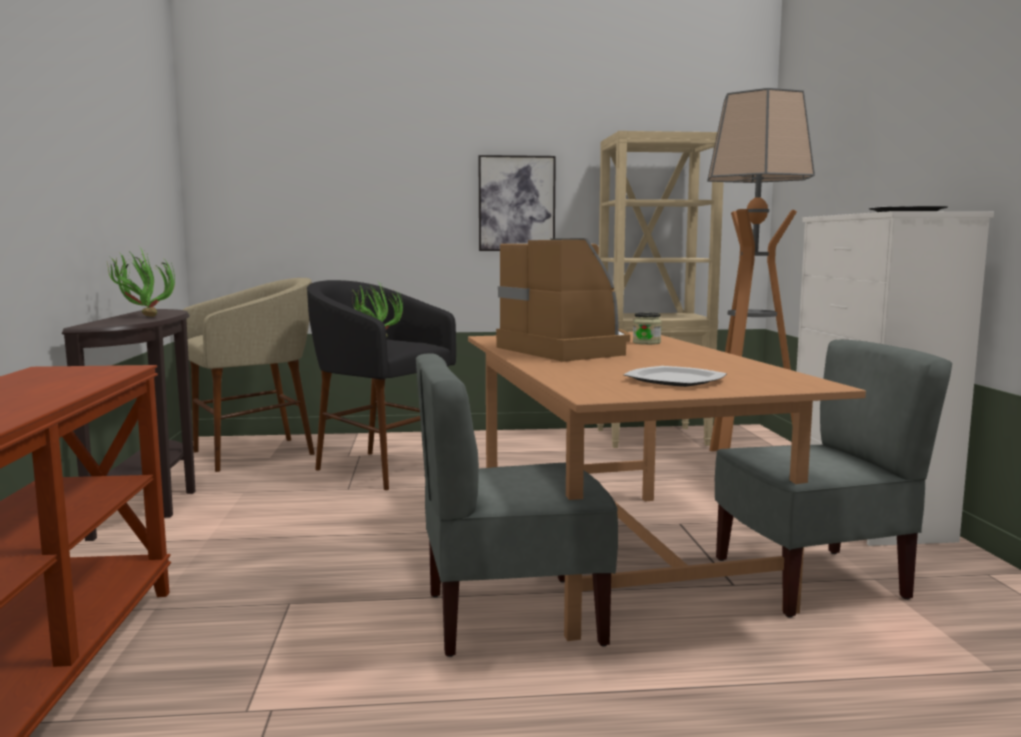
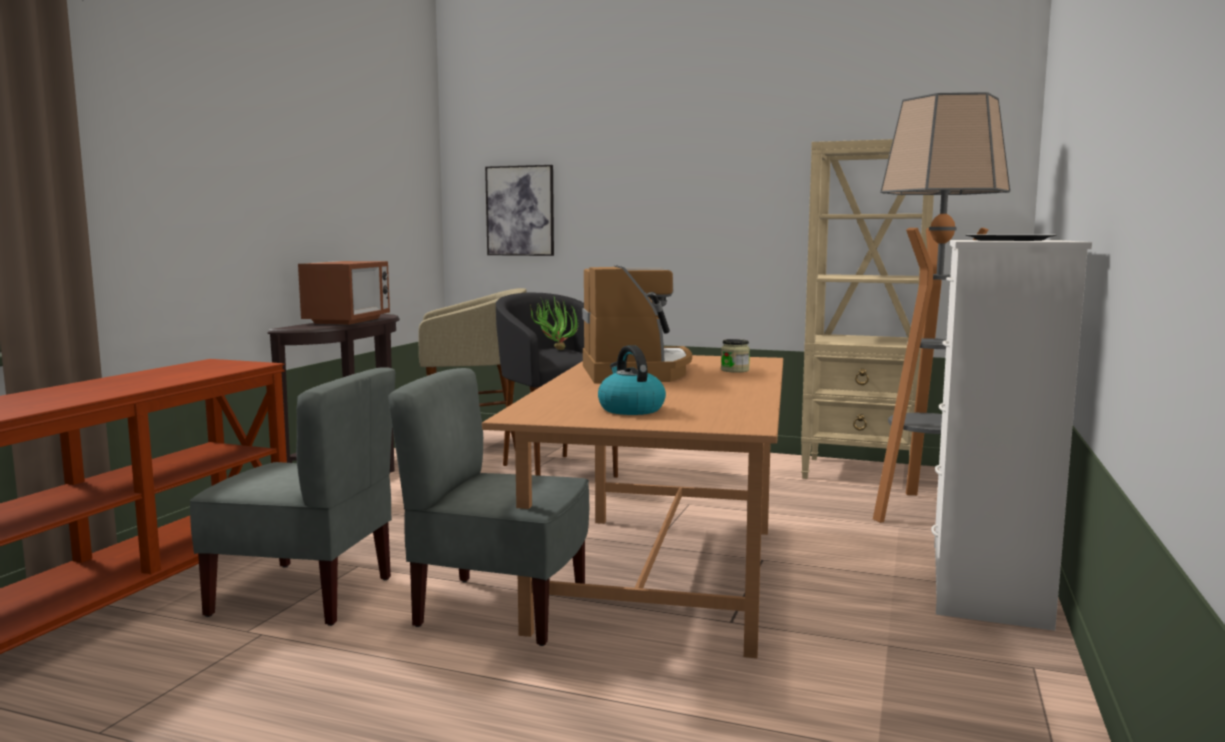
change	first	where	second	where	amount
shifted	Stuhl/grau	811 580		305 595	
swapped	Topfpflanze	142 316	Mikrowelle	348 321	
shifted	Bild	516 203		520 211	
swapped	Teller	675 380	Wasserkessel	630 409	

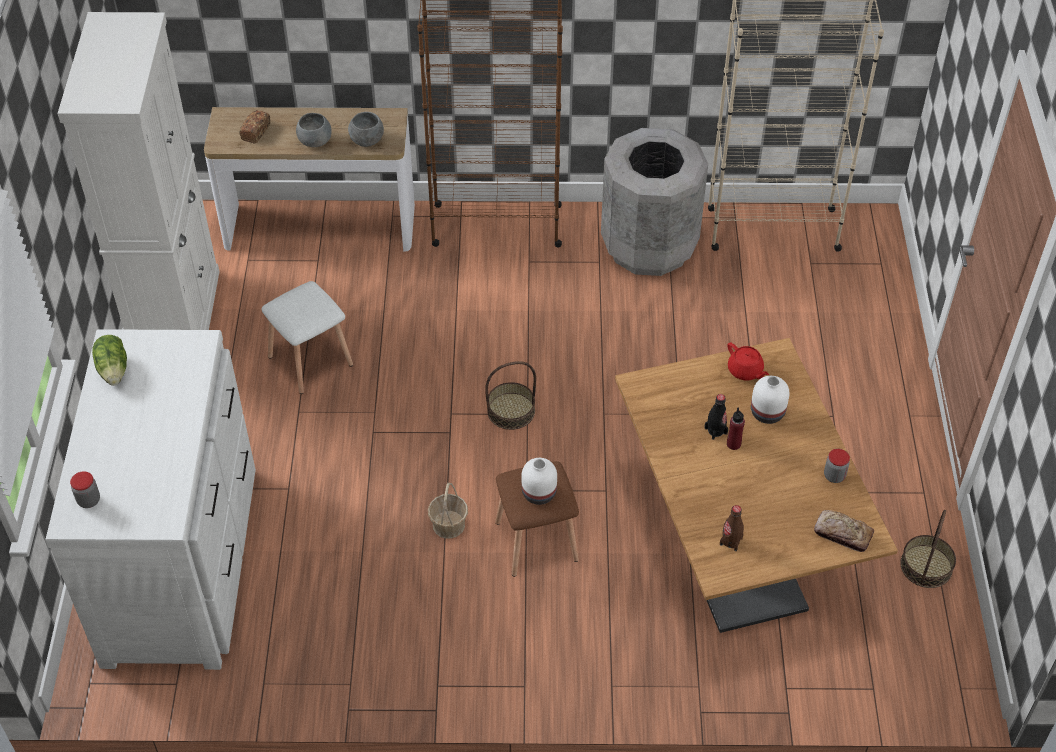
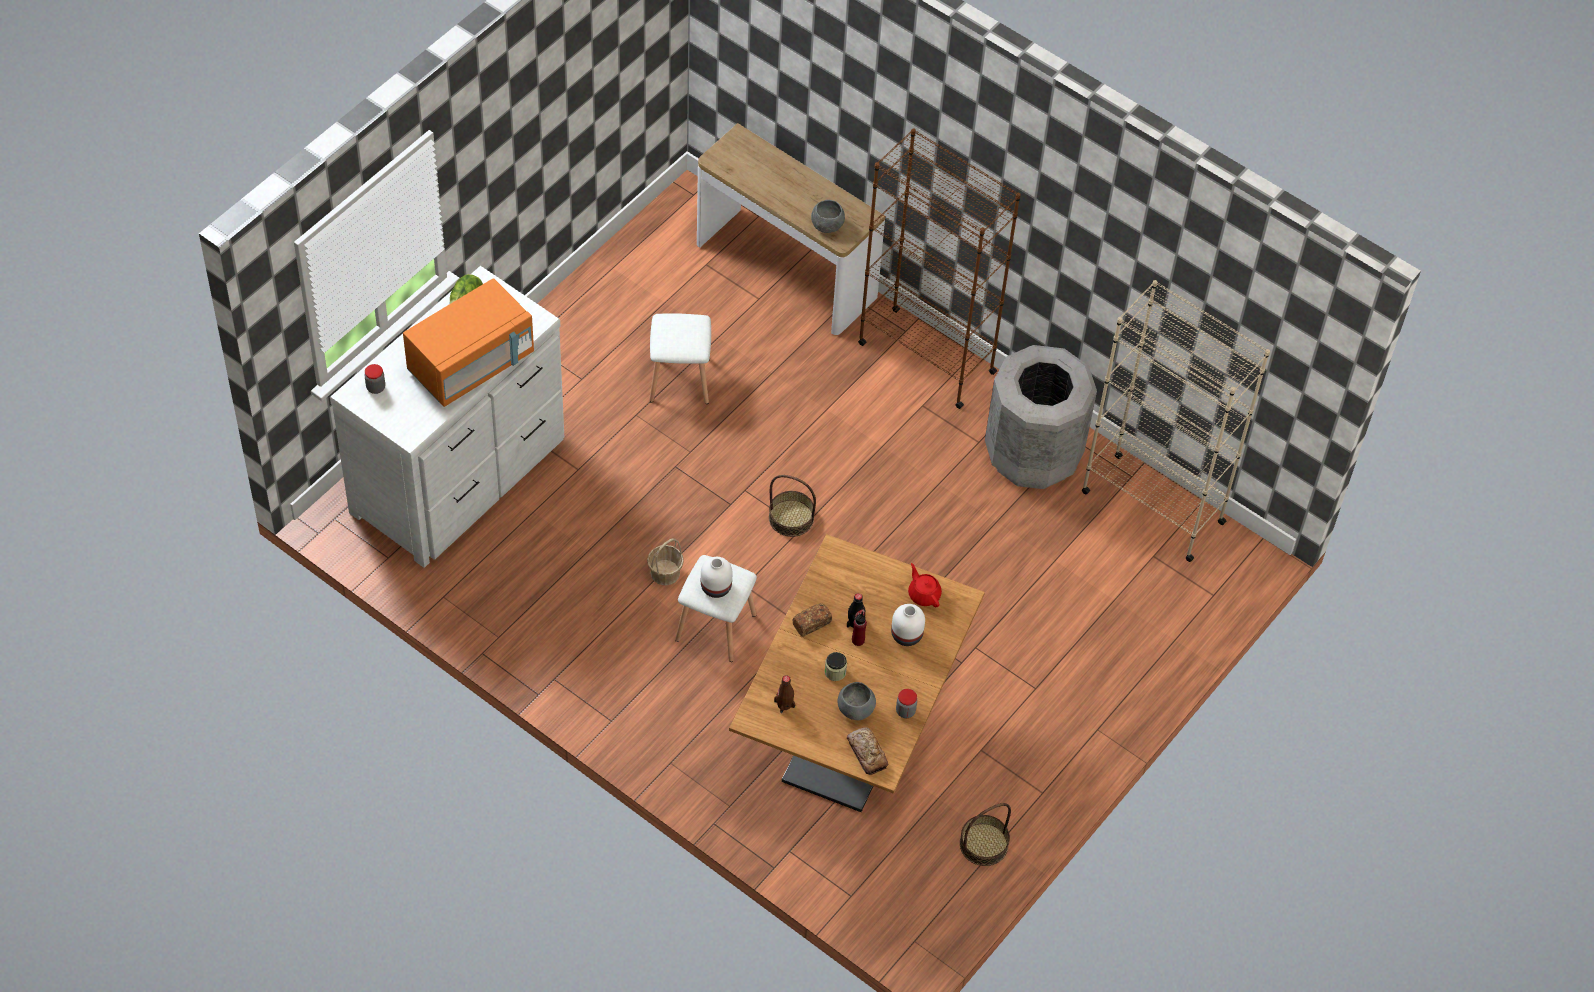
change	first	where	second	where	amount
new			Mikrowelle/orange	471 364	
repainted	Hocker/braun	535 540	Hocker/weiß	715 626	
shifted	Brot	256 132		811 623	
new			Vorratsglas	835 672	
shifted	Schüssel/grau	315 141		855 709	
rotated	Teekanne/rot	745 371		924 594	150 degrees clockwise
gone	Schrank/weiß	177 319			

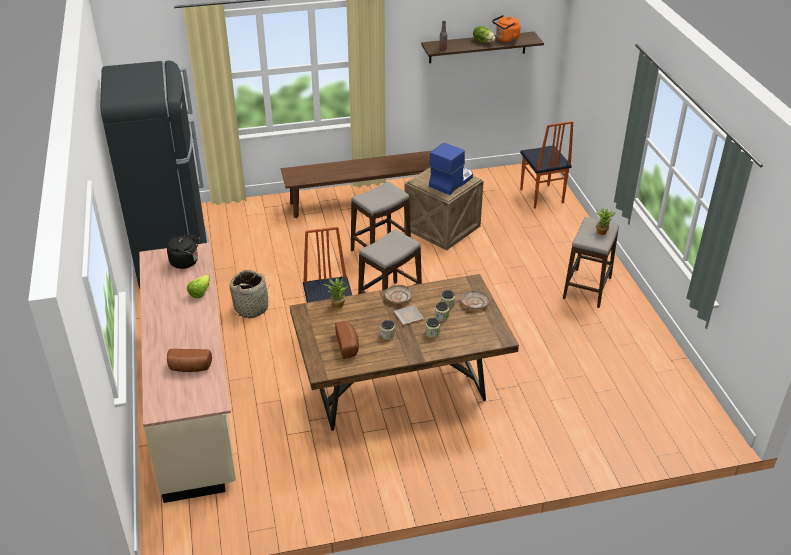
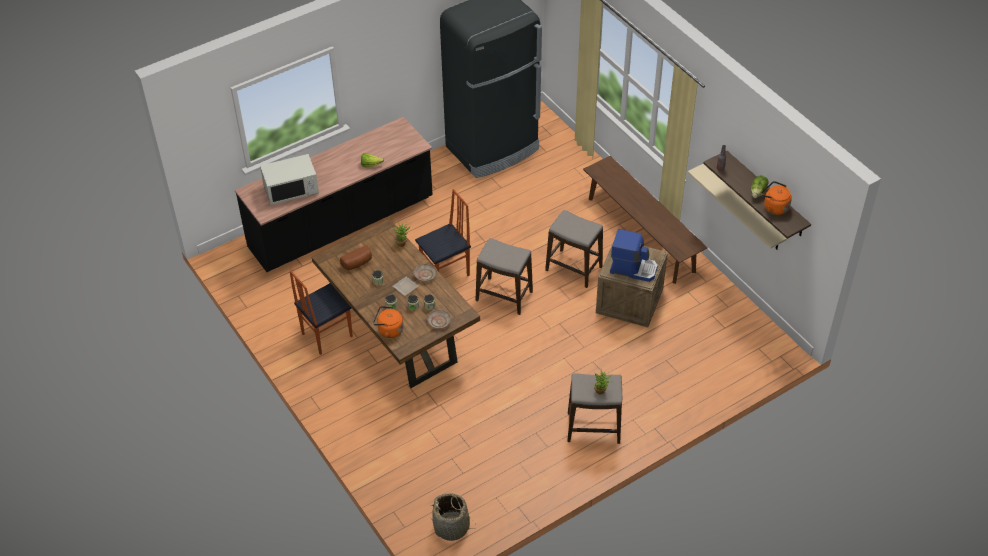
change	first	where	second	where	amount
repainted	Küchenzeile/beige	194 400	Küchenzeile/schwarz	342 224	
swapped	Brot	189 368	Mikrowelle/weiß	291 190	
shifted	Stuhl	541 196		326 335	
new			Wasserkessel/orange	389 330	
shifted	Korb	251 308		452 527	
new			Wandregal/beige	742 208	
gone	Wasserkessel/schwarz	186 262			

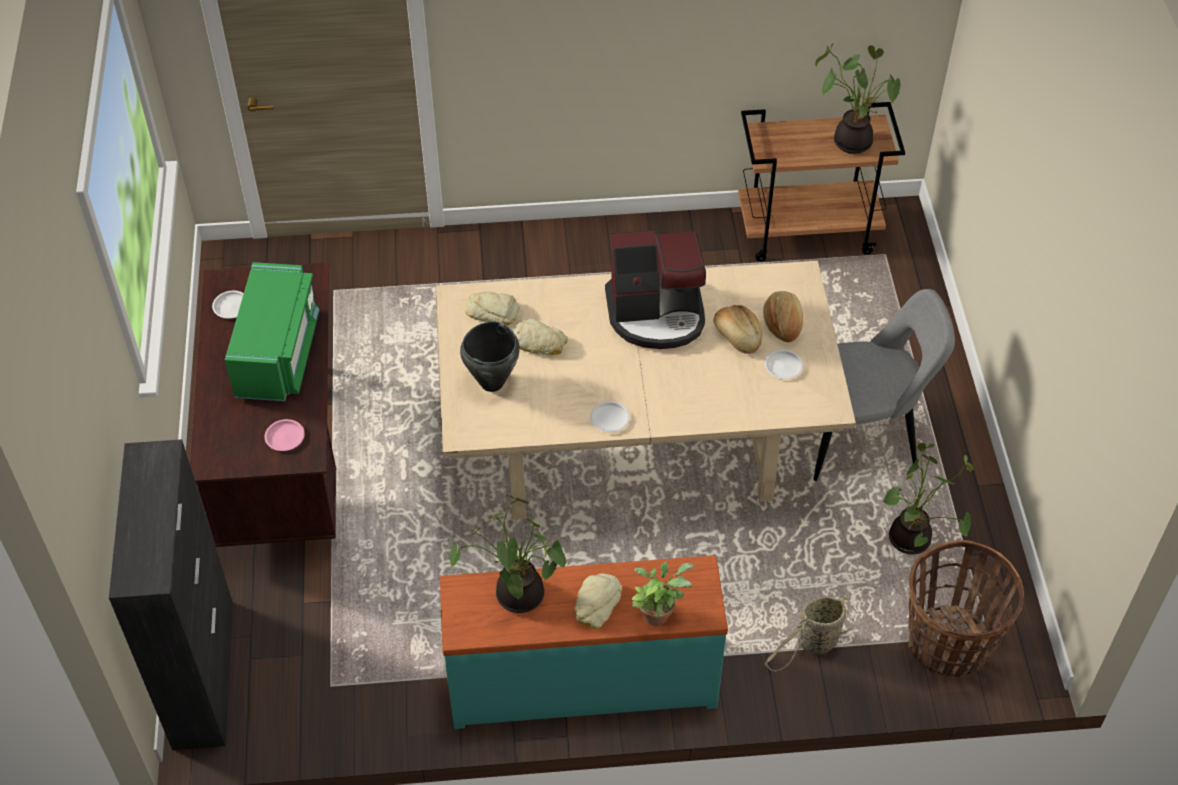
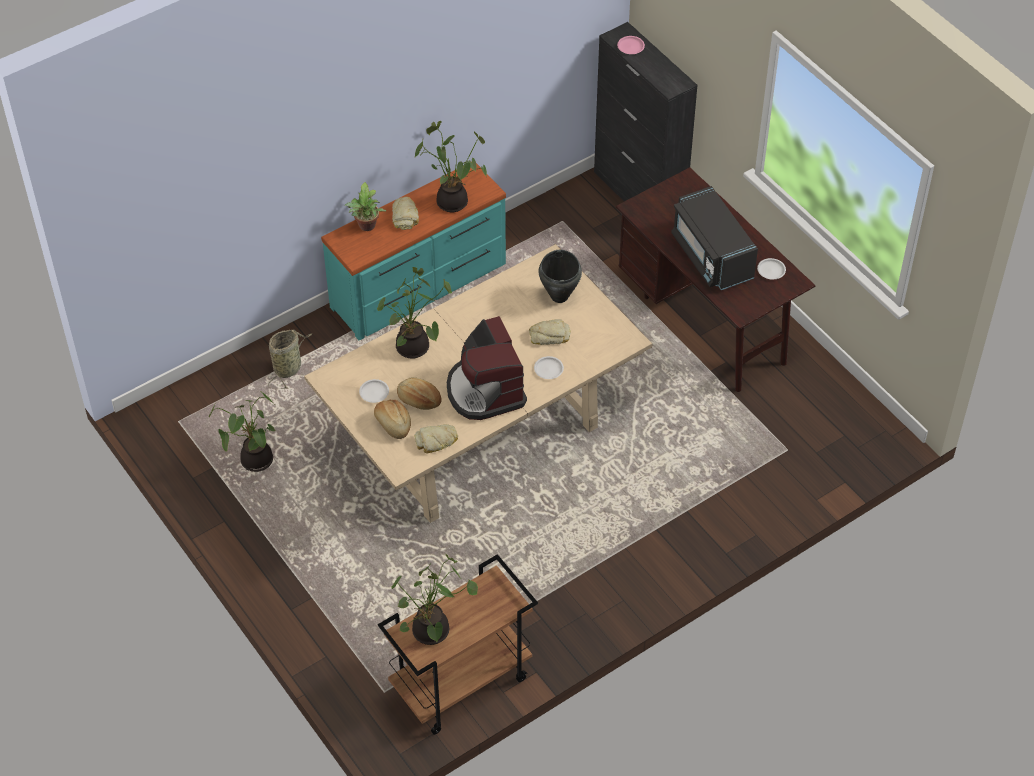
change	first	where	second	where	amount
new			Topfpflanze	415 349	
shifted	Brot	493 312		436 441	
rotated	Kaffeemaschine	656 314		485 390	75 degrees counterclockwise
shifted	Teller/weiß	609 419		548 369	
shifted	Teller/rosa	285 437		630 47	
repainted	Mikrowelle/grün	277 353	Mikrowelle/schwarz	711 256	
gone	Stuhl/grau	861 439			
gone	Korb	948 644			

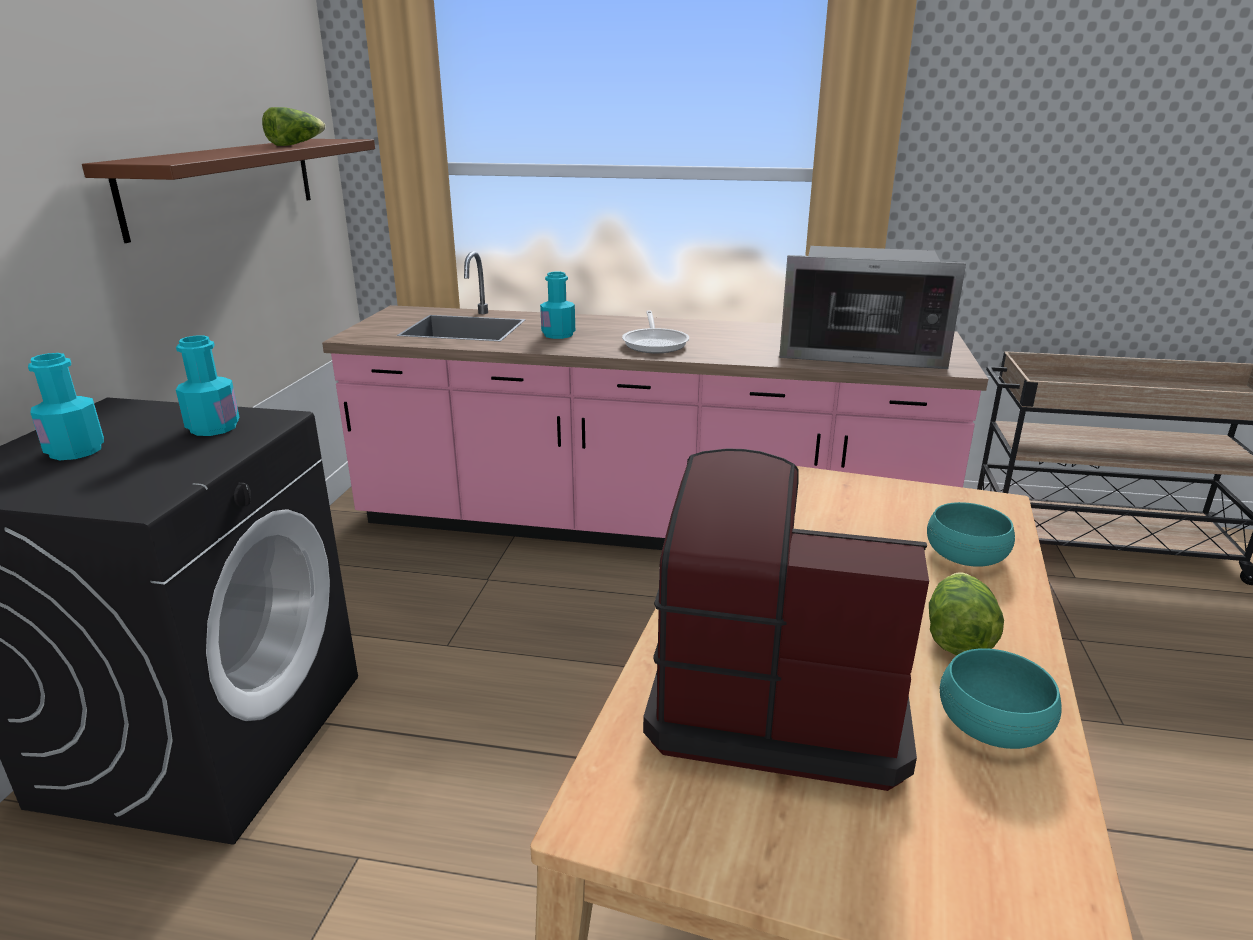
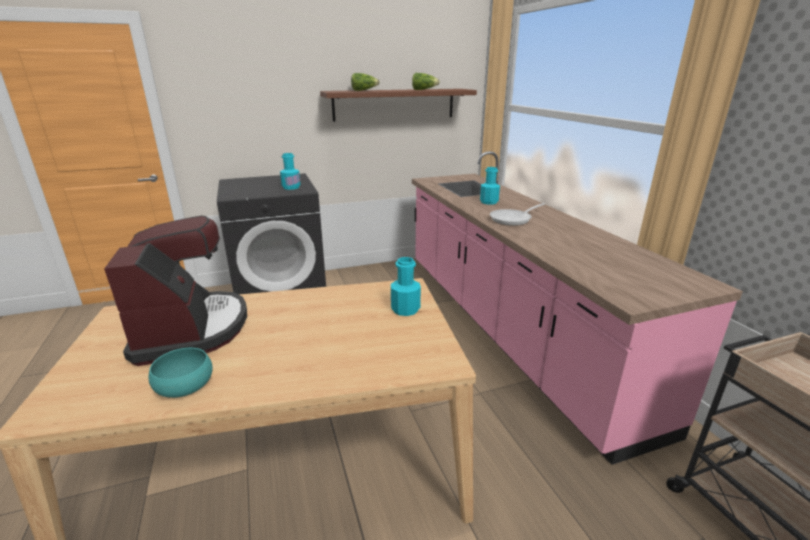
change	first	where	second	where	amount
shifted	Salatkopf	957 635		364 90	
shifted	Flasche/türkis	76 451		405 309	
gone	Mikrowelle	861 351			
gone	Schüssel/türkis	966 555			

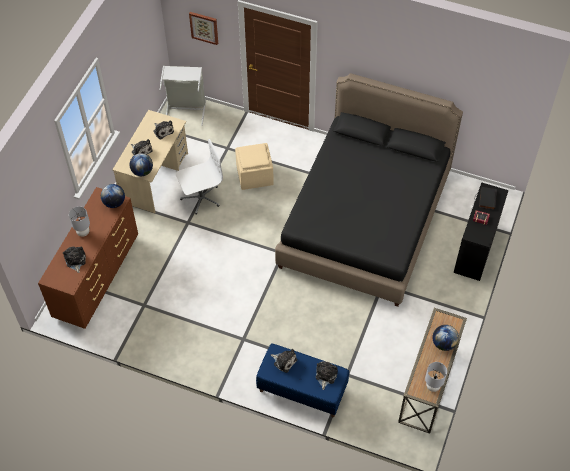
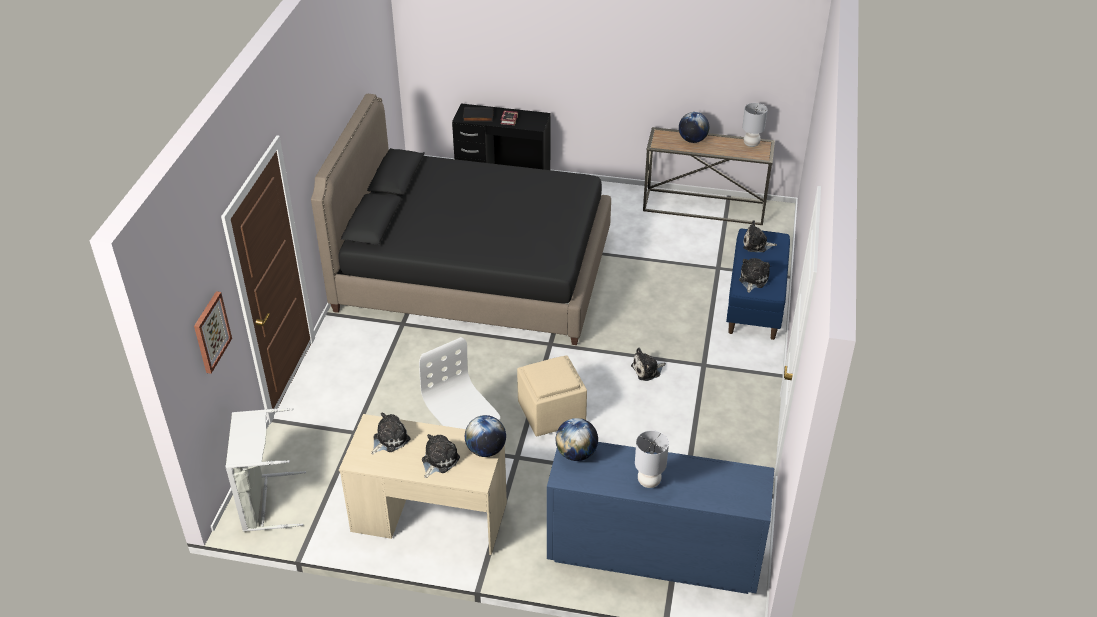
change	first	where	second	where	amount
shifted	Polsterhocker/beige	255 175		550 413	
repainted	Kommode/braun	97 277	Kommode/blau	652 555	
shifted	Plüschtier	75 260		647 370	

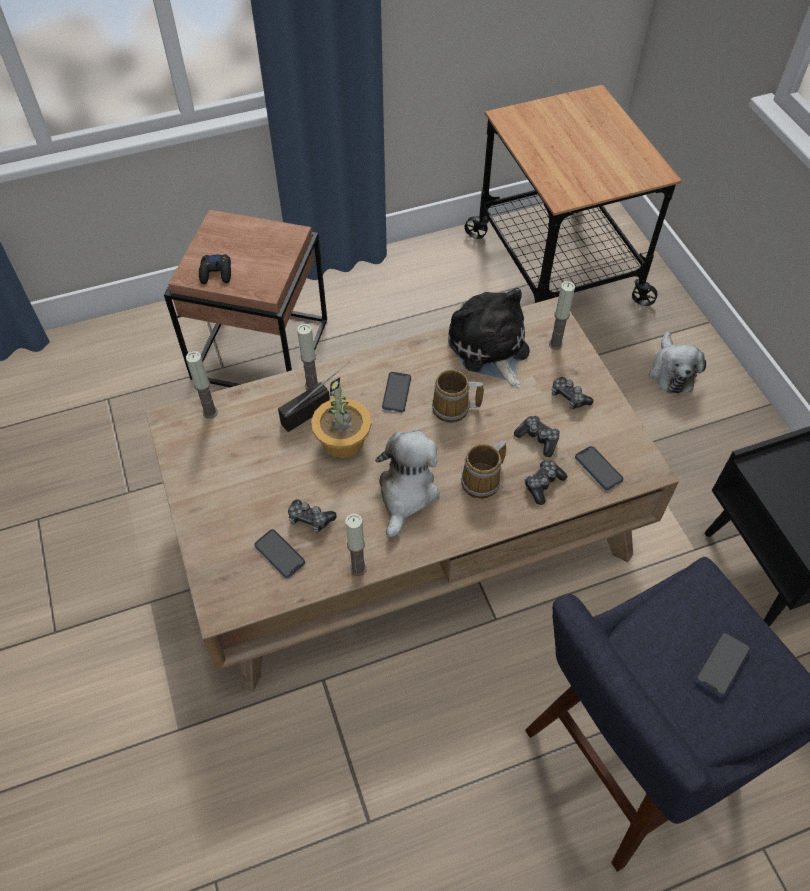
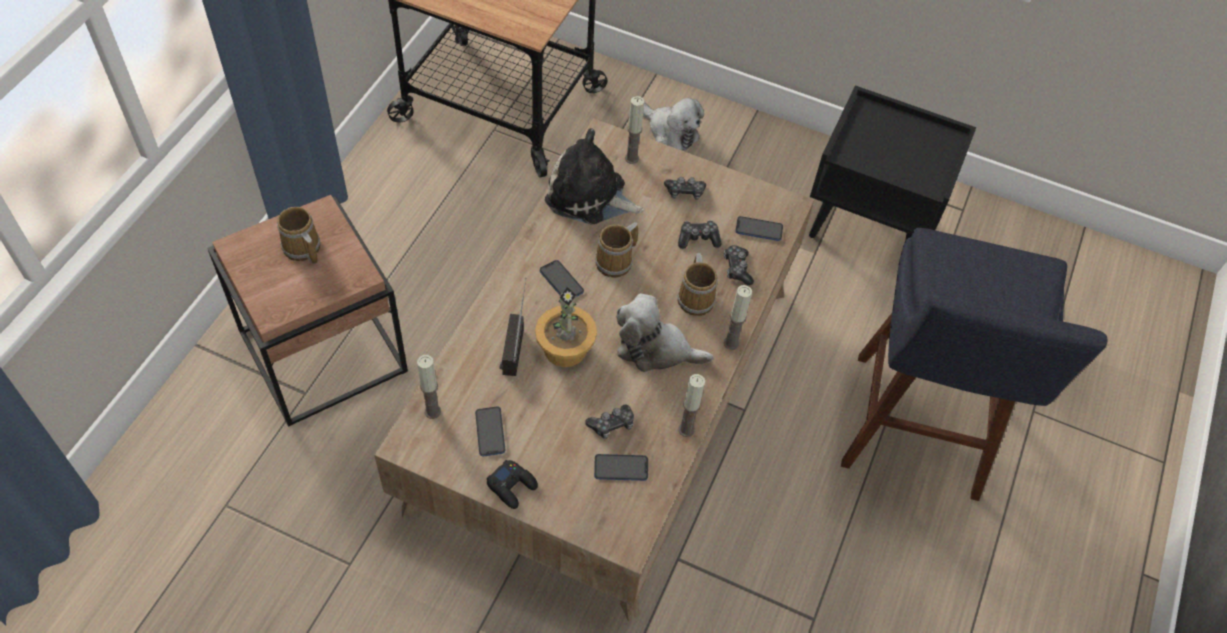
change	first	where	second	where	amount
new			Henkelbecher	302 249	
shifted	Handy	722 664		490 432	
shifted	Gamepad/schwarz	216 273		512 486	
rotated	Plüschtier	406 492		655 349	45 degrees counterclockwise
shifted	Kerze	312 385		731 343	

